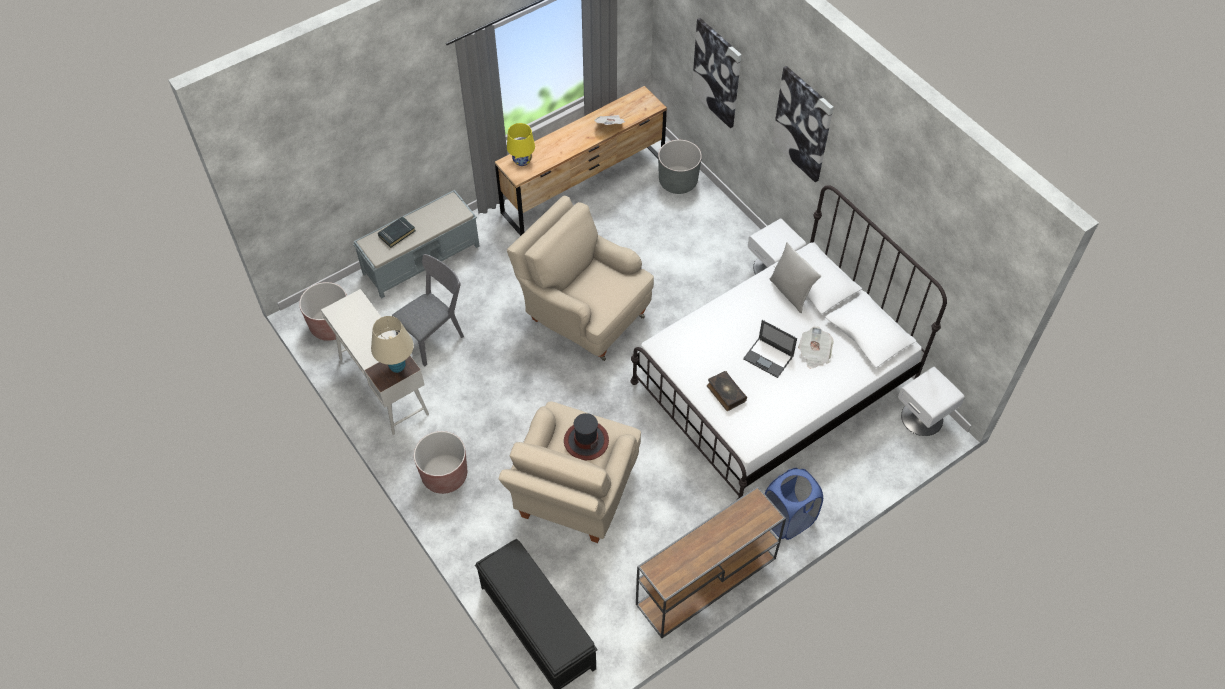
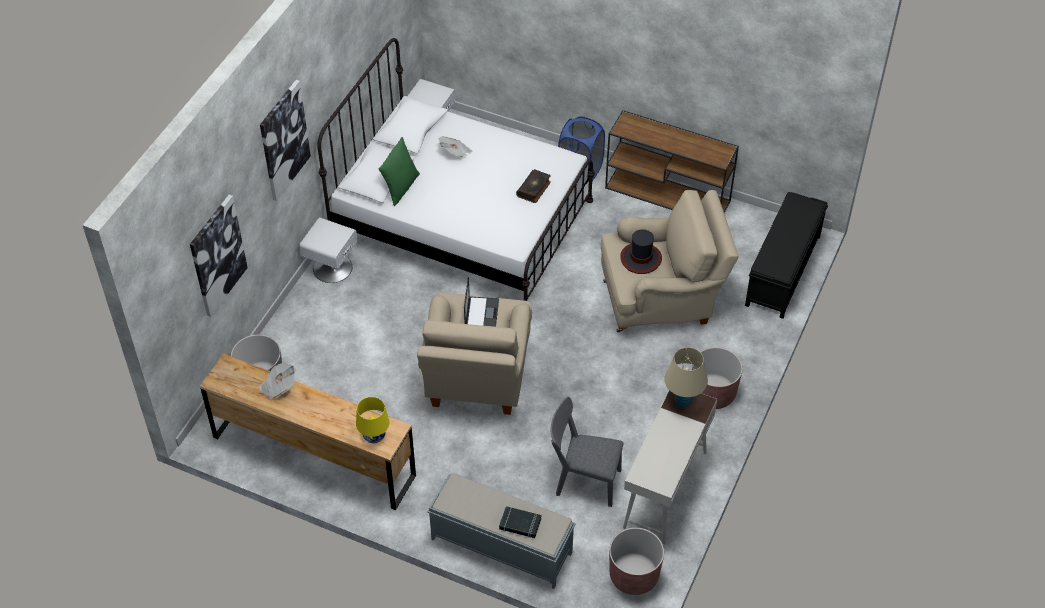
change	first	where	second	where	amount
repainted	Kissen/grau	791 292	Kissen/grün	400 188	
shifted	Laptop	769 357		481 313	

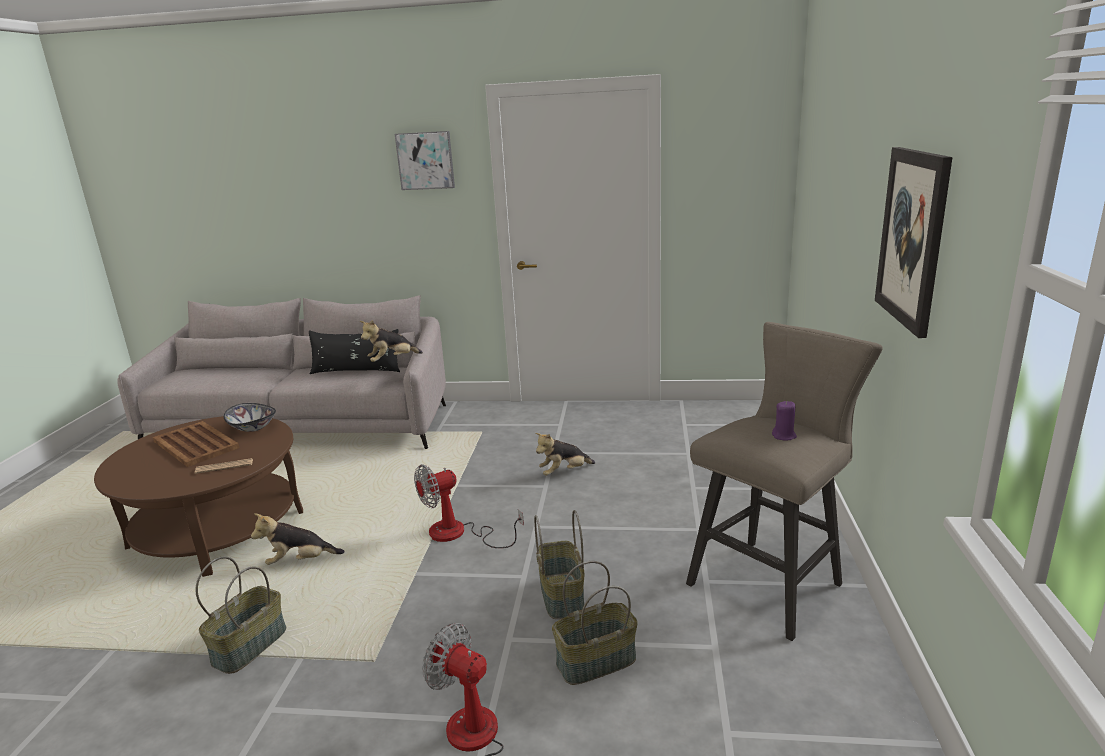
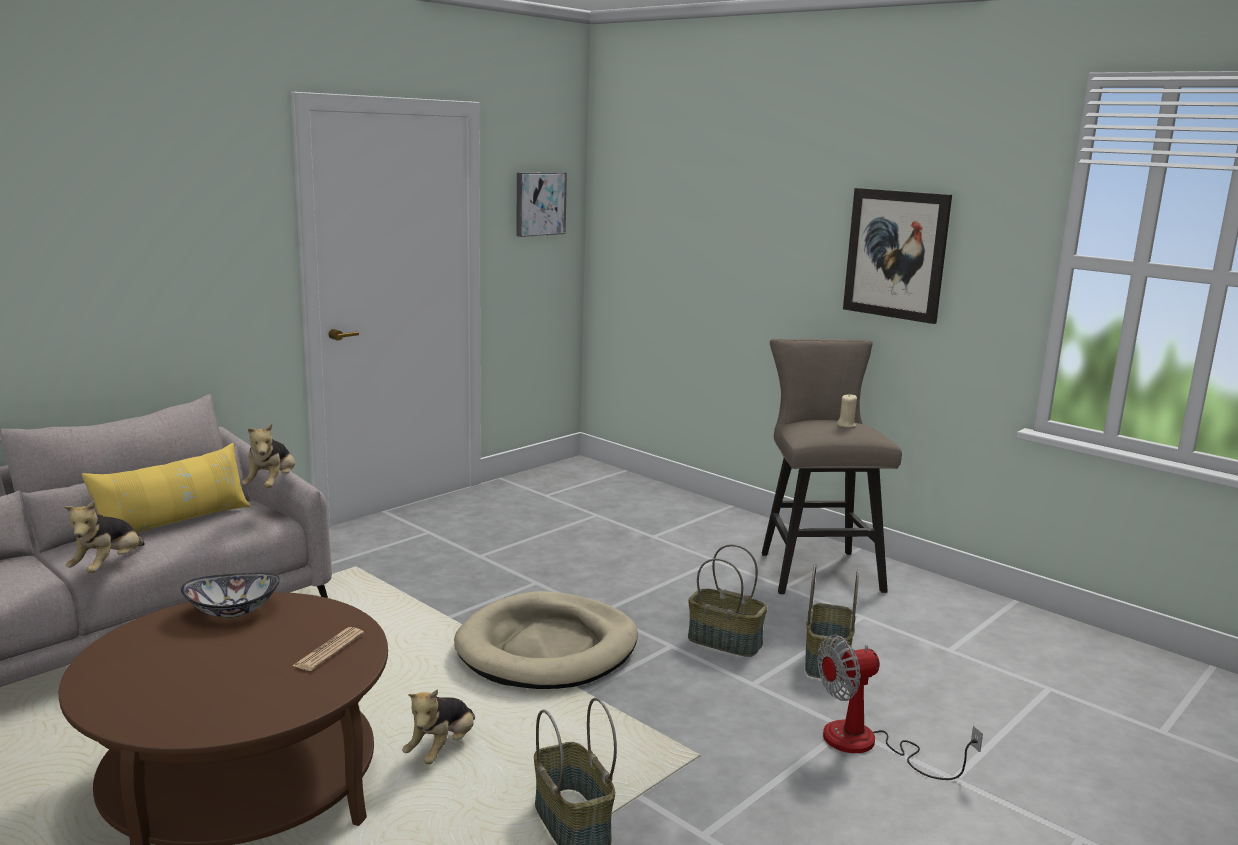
change	first	where	second	where	amount
shifted	Plüschtier	564 472		108 566	
repainted	Kissen/schwarz	356 371	Kissen/gelb	174 523	
swapped	Ventilator	459 534	Hundebett/beige	548 648	
shifted	Bild	425 160		539 203	
repainted	Kerze/lila	784 436	Kerze/beige	846 425	
gone	Tablett/braun	196 445			

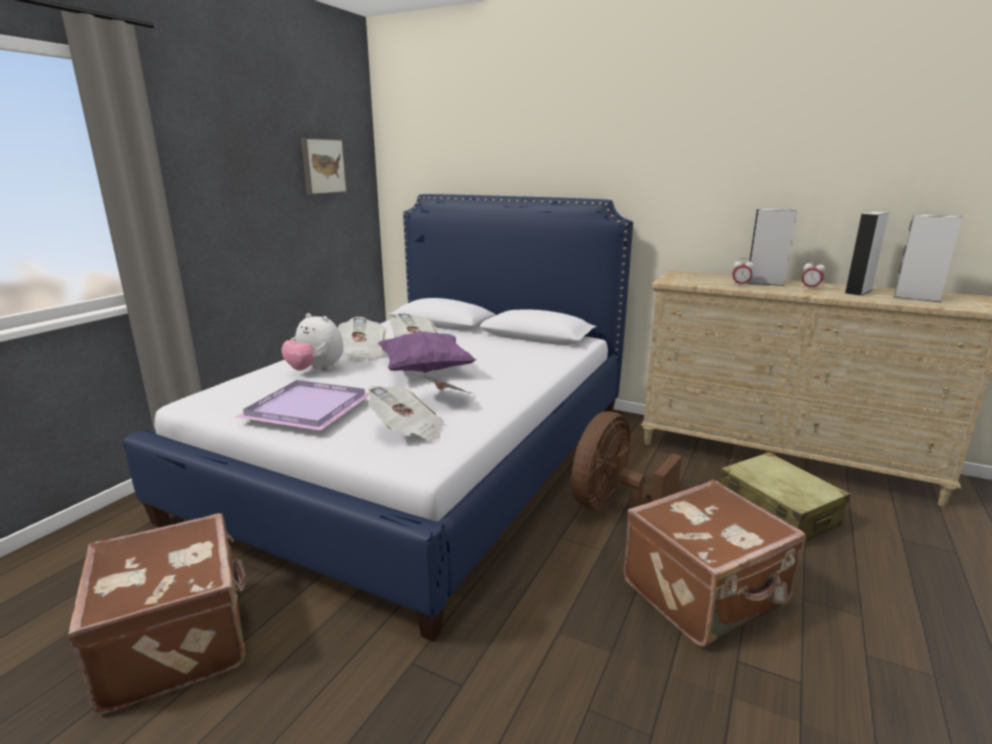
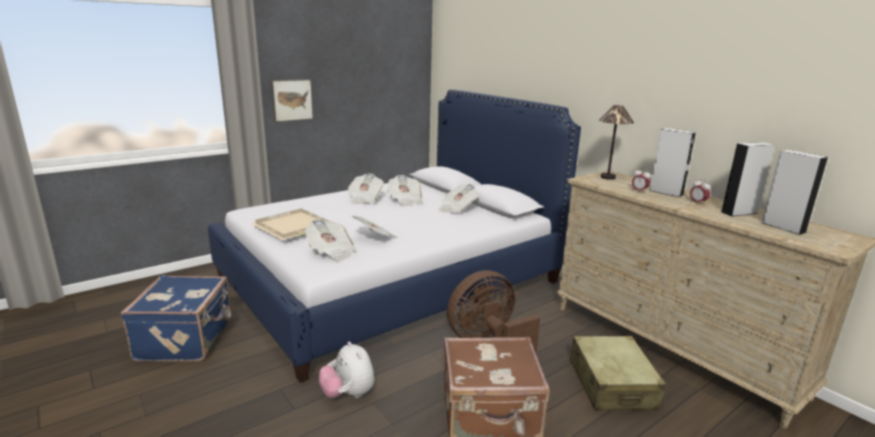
change	first	where	second	where	amount
repainted	Koffer/braun	178 640	Koffer/blau	187 339	
repainted	Tablett/lila	310 408	Tablett/beige	294 227	
shifted	Bild	322 166		291 99	
shifted	Plüschtier	316 370		348 394	
new			Zeitung	457 209	
new			Tischlampe	608 177	
gone	Kissen/lila	425 370			

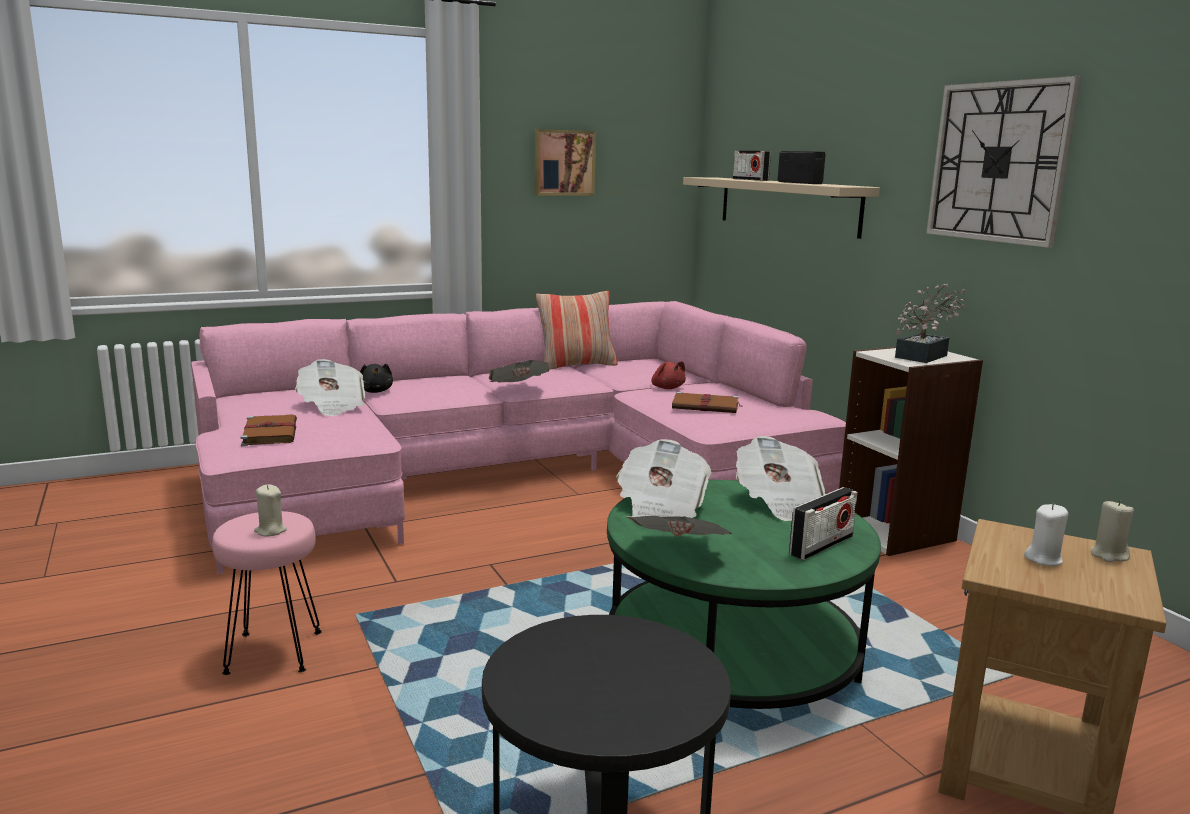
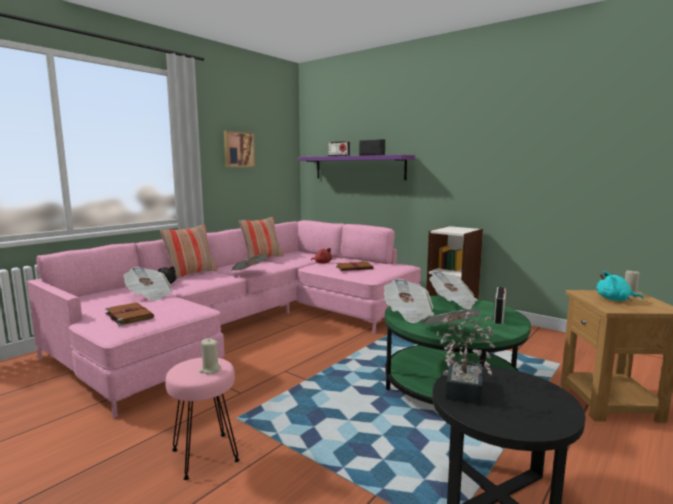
change	first	where	second	where	amount
new			Kissen	191 274	
repainted	Wandregal/beige	787 205	Wandregal/lila	358 167	
shifted	Topfpflanze	924 355		465 386	
swapped	Kerze/weiß	1043 559	Plüschtier/türkis	615 300	
gone	Wanduhr	998 162			

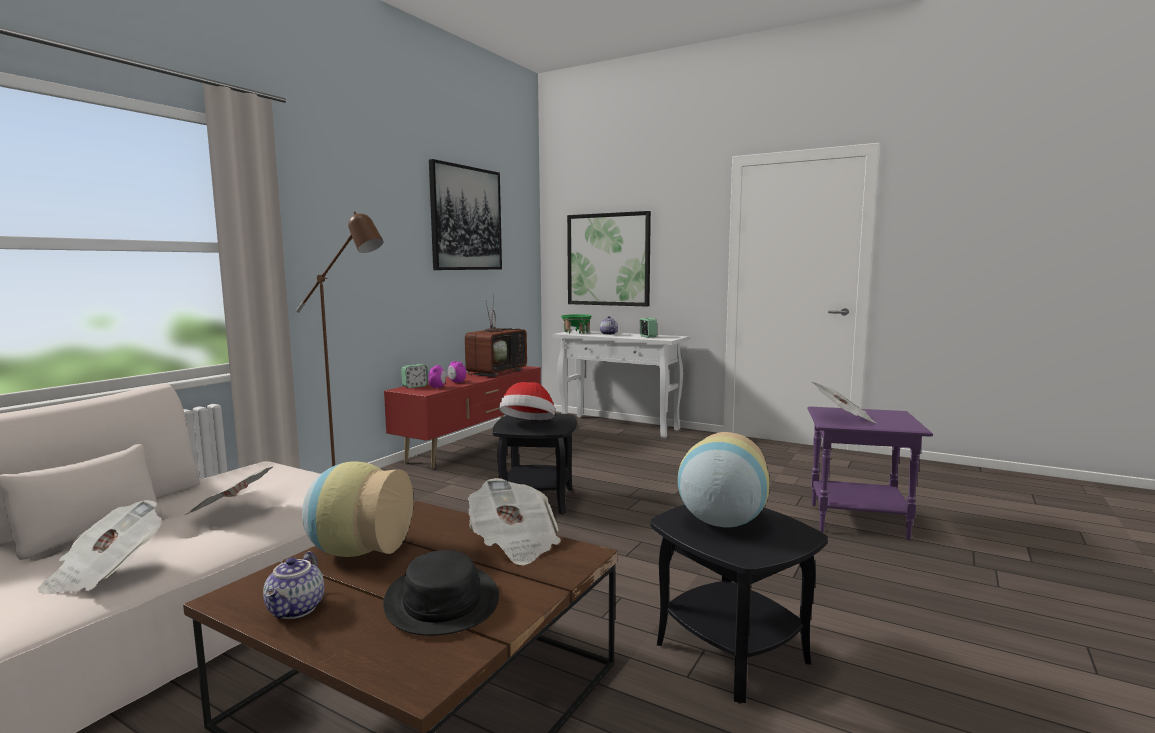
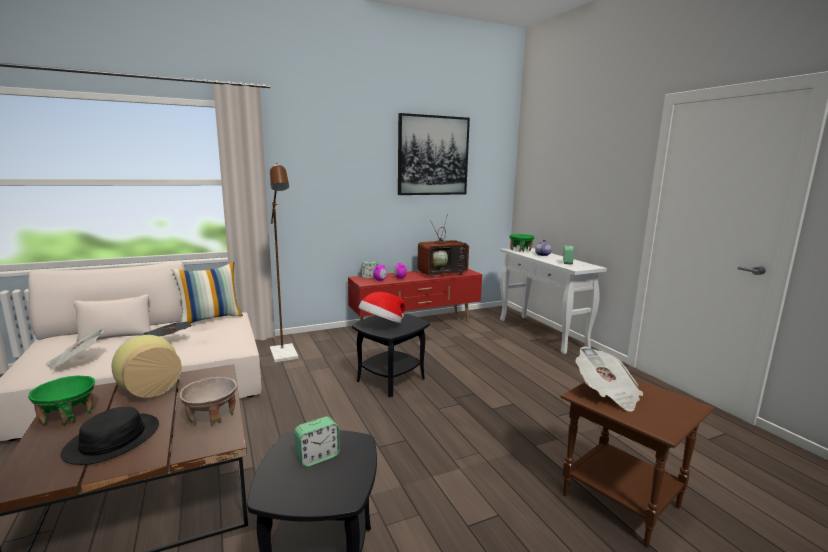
change	first	where	second	where	amount
swapped	Teekanne	297 609	Schüssel/grün	68 415	
new			Kissen	211 318	
swapped	Zeitung	514 544	Schüssel/beige	211 416	
swapped	Vase	721 522	Wecker	317 457	
repainted	Beistelltisch/lila	859 521	Beistelltisch/braun	622 502	
gone	Bild	608 259			

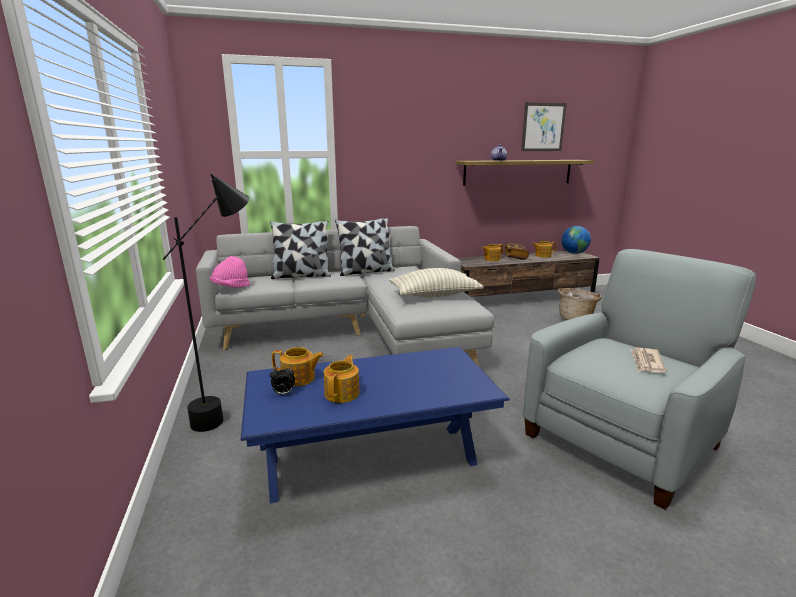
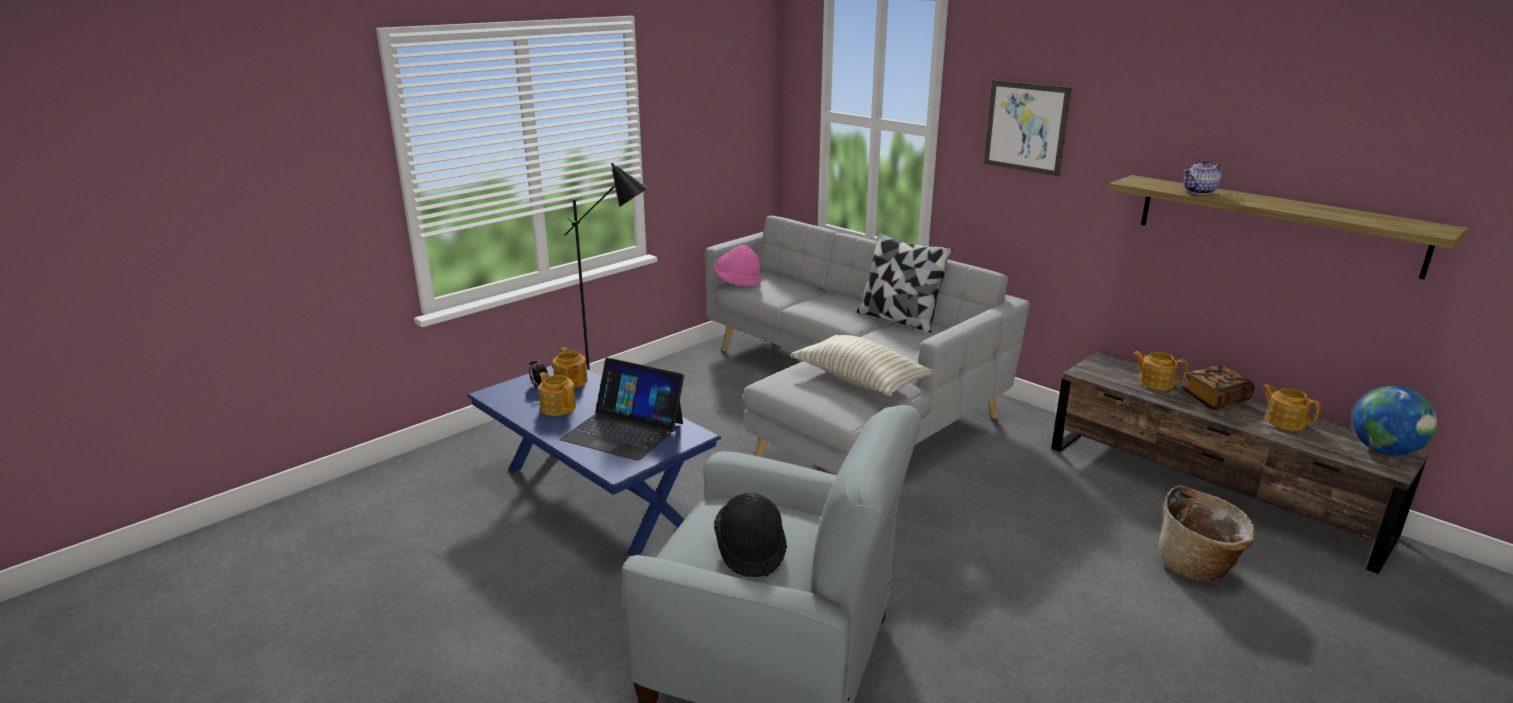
change	first	where	second	where	amount
rotated	Teekanne	342 393		558 407	120 degrees counterclockwise
new			Laptop	623 431	
swapped	Zeitung	646 362	Hut/schwarz	750 551	
shifted	Bild	543 127		1026 127	
gone	Kissen	301 276			

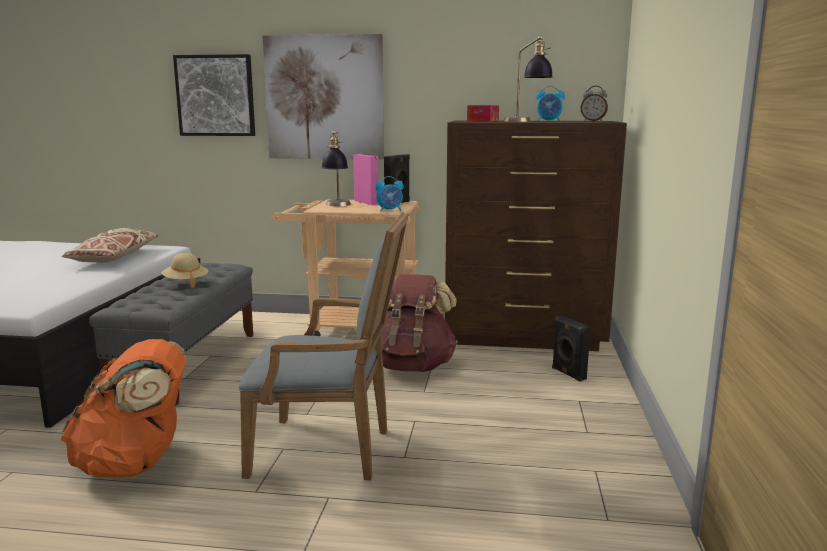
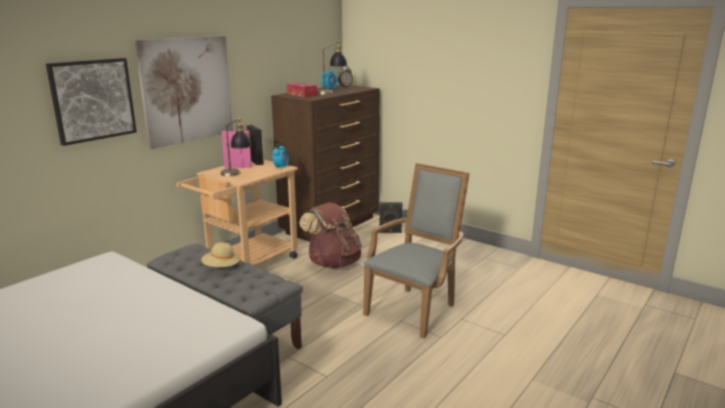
change	first	where	second	where	amount
gone	Rucksack/orange	136 463			
gone	Kissen/beige	114 257			

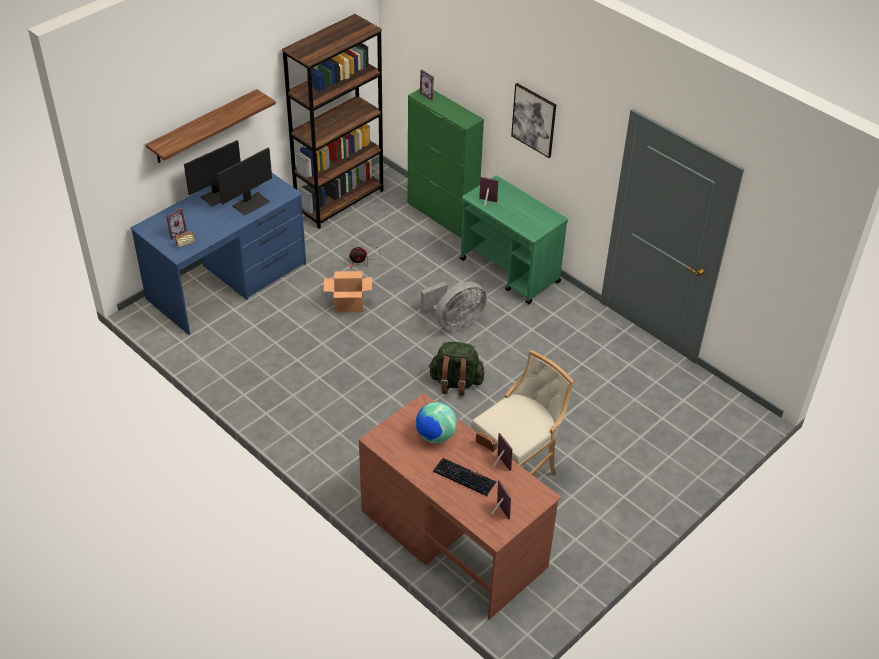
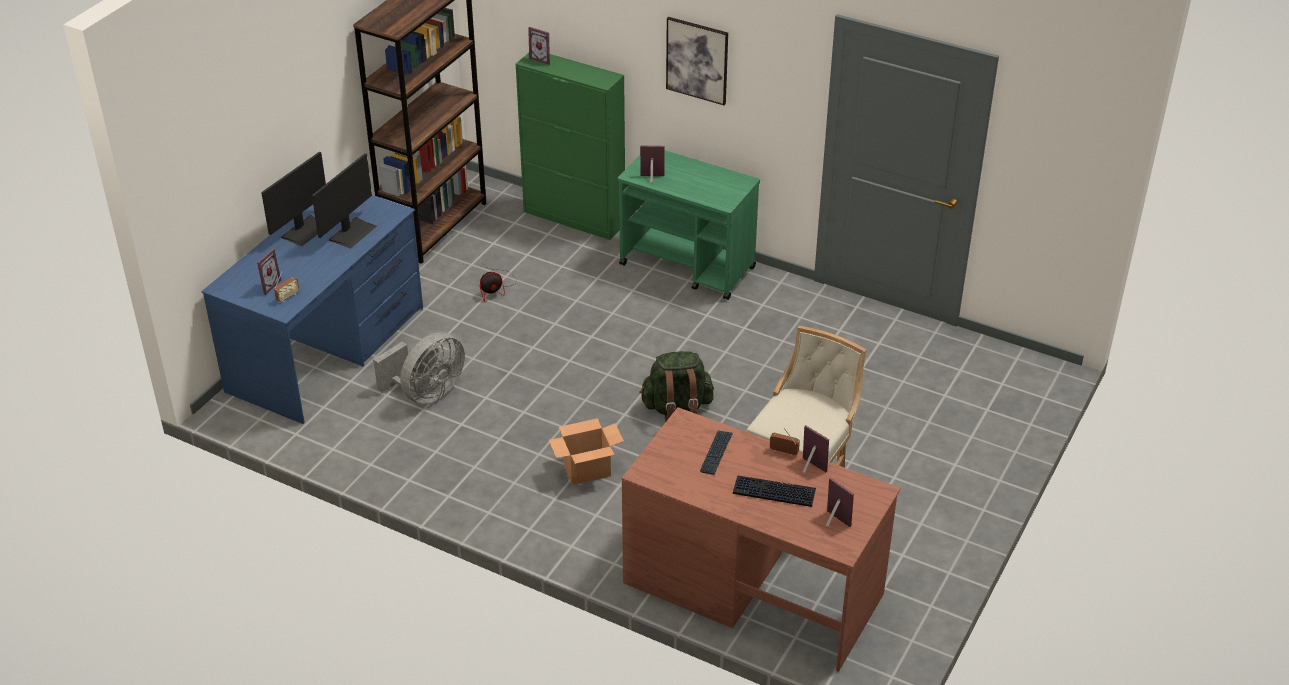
change	first	where	second	where	amount
shifted	Ventilator/grau	454 322		426 393	
shifted	Karton	348 305		586 471	
swapped	Globus	435 436	Tastatur	716 453	
gone	Wandregal	204 127			

